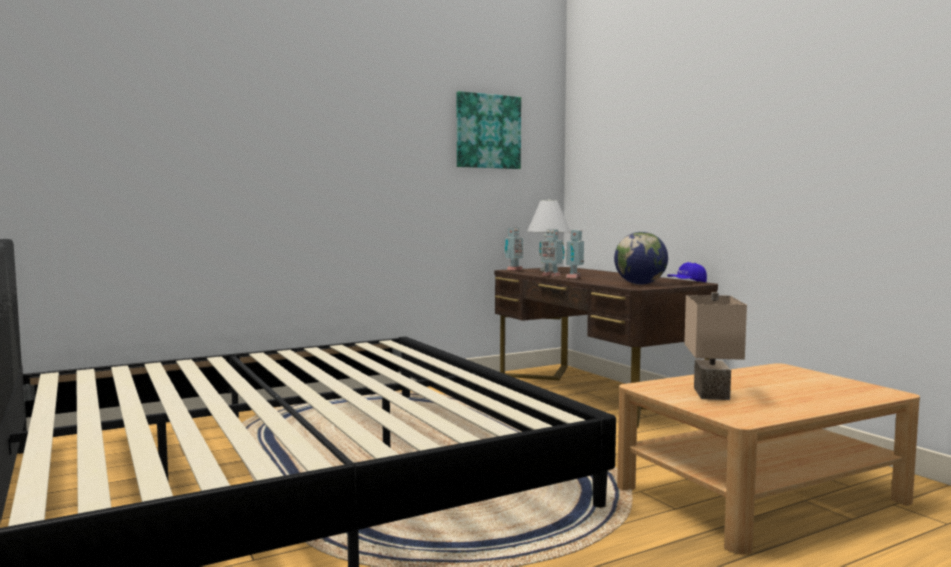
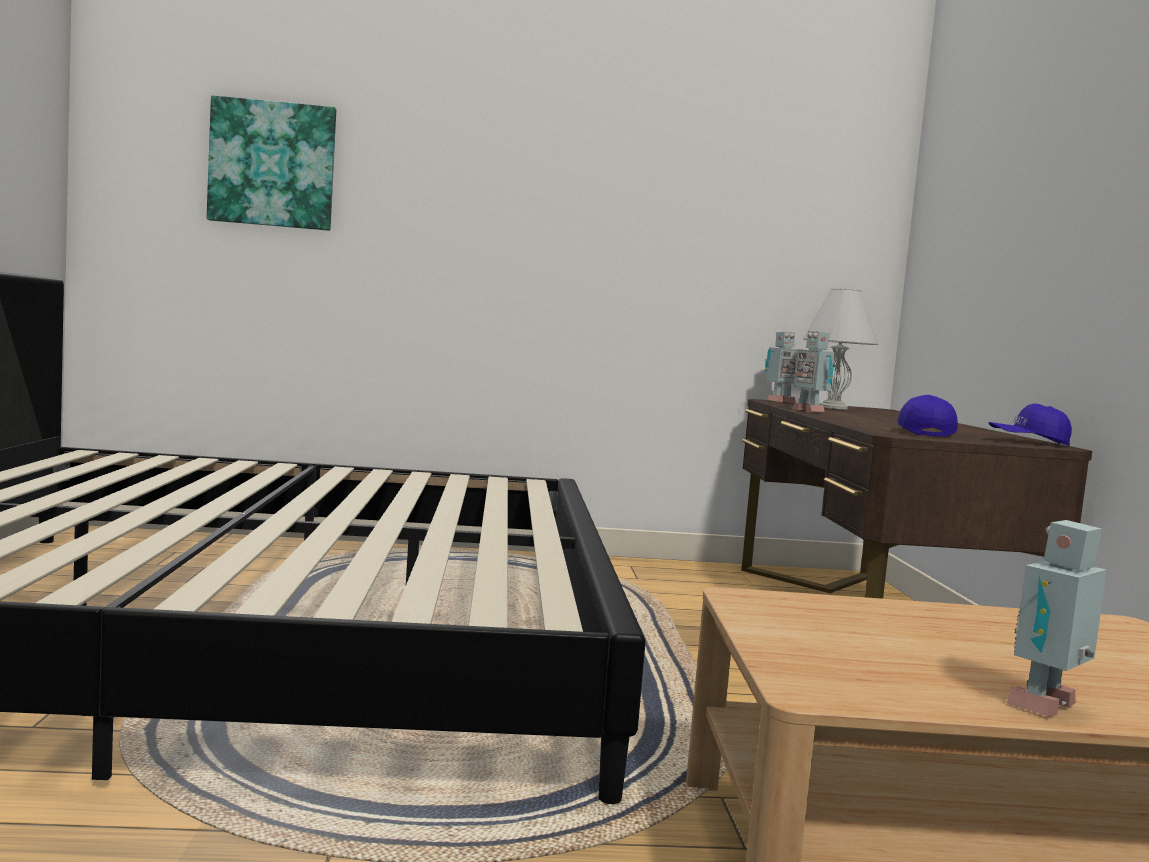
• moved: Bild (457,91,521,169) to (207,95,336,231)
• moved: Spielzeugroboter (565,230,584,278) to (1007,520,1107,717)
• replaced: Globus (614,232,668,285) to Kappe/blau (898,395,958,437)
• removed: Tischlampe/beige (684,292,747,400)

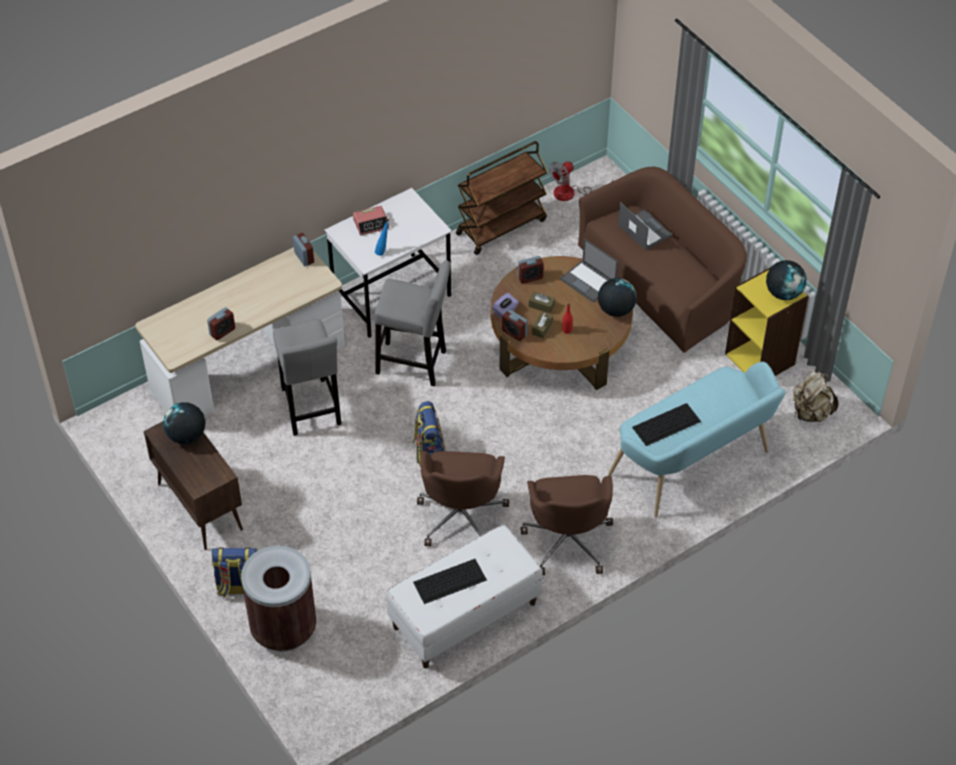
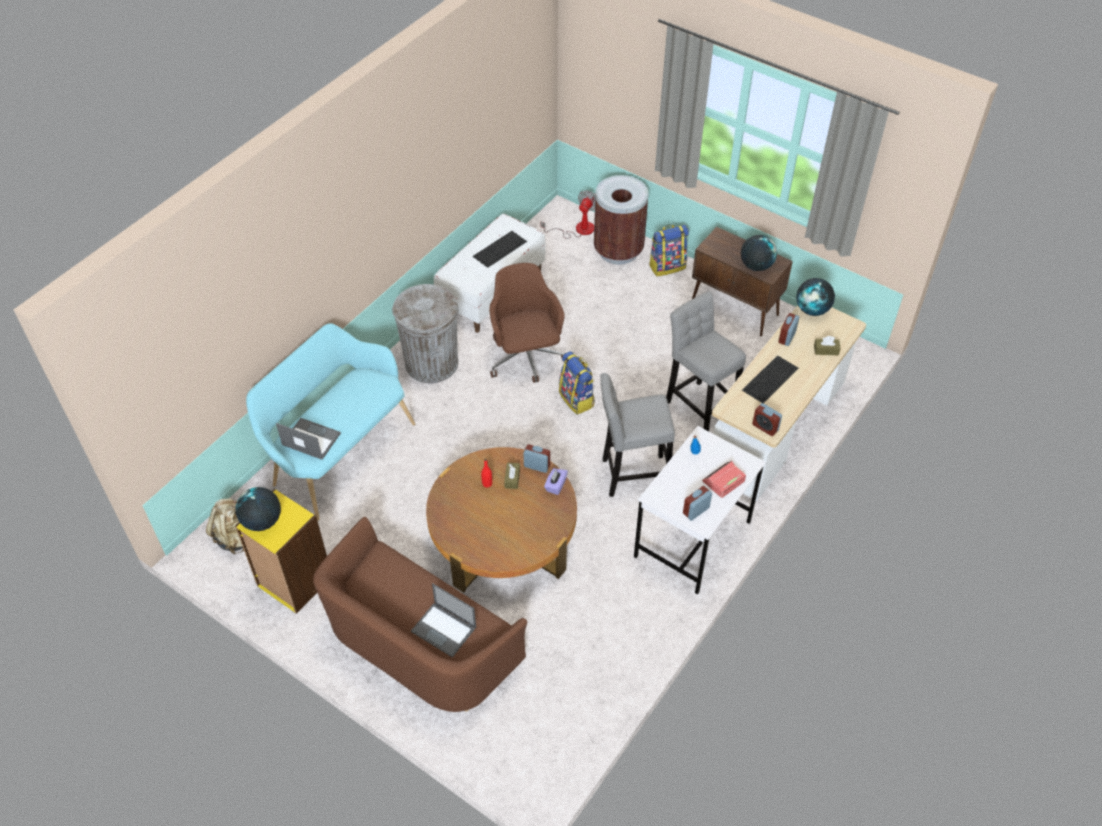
• removed: Rollwagen/braun (456,141,548,255)
• moved: Ventilator (549,161,613,201) to (541,191,595,238)
• moved: Laptop (560,239,618,302) to (276,418,341,460)
• moved: Wecker (518,256,544,284) to (683,486,712,521)
• moved: Globus (598,278,637,317) to (796,278,835,316)
• moved: Taschentuchbox/braun (529,292,555,313) to (814,336,841,355)
• moved: Tastatur (632,403,701,446) to (742,355,798,403)
• replaced: Bürostuhl/braun (521,475,613,575) to Mülleimer/grau (392,284,458,383)

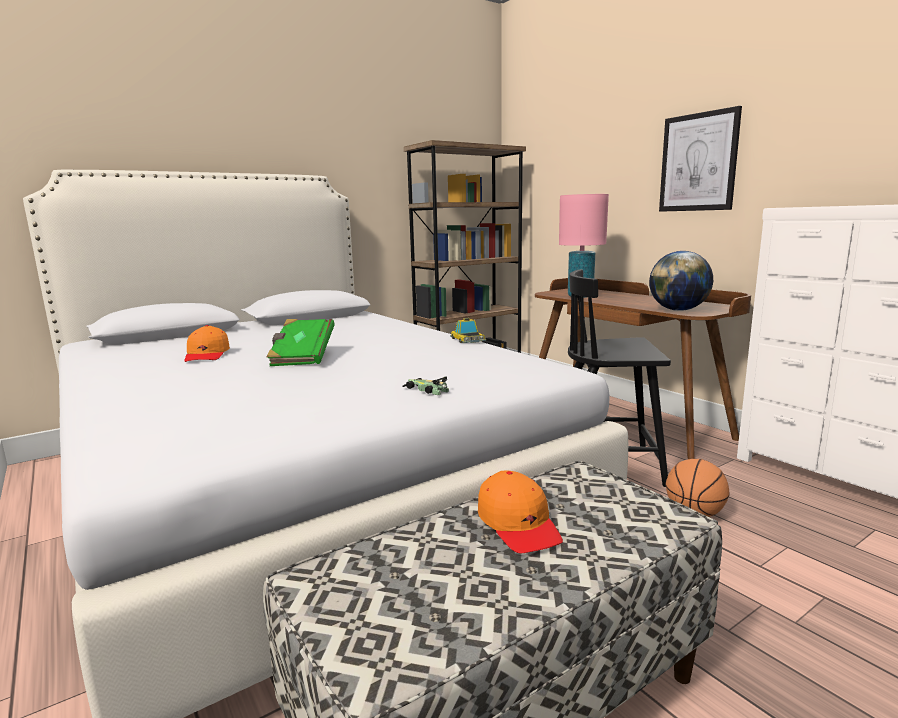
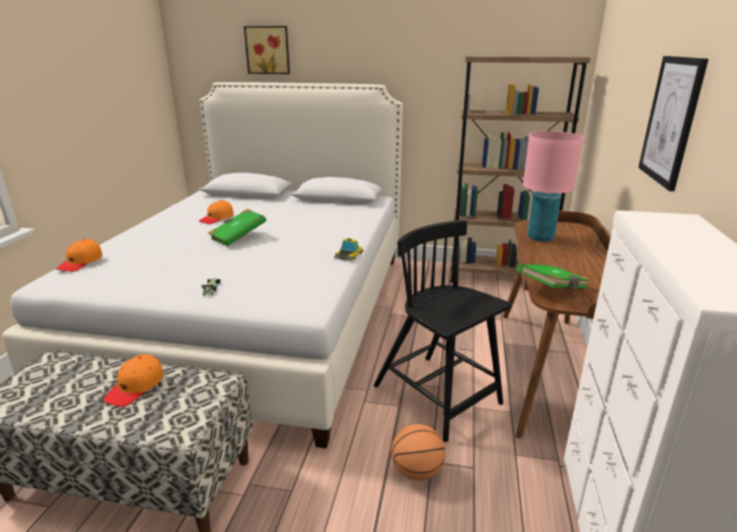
• replaced: Globus (649,251,713,311) to Buch/grün (517,264,591,290)
• added: Bild (244,26,290,74)
• added: Kappe/orange (56,239,103,272)

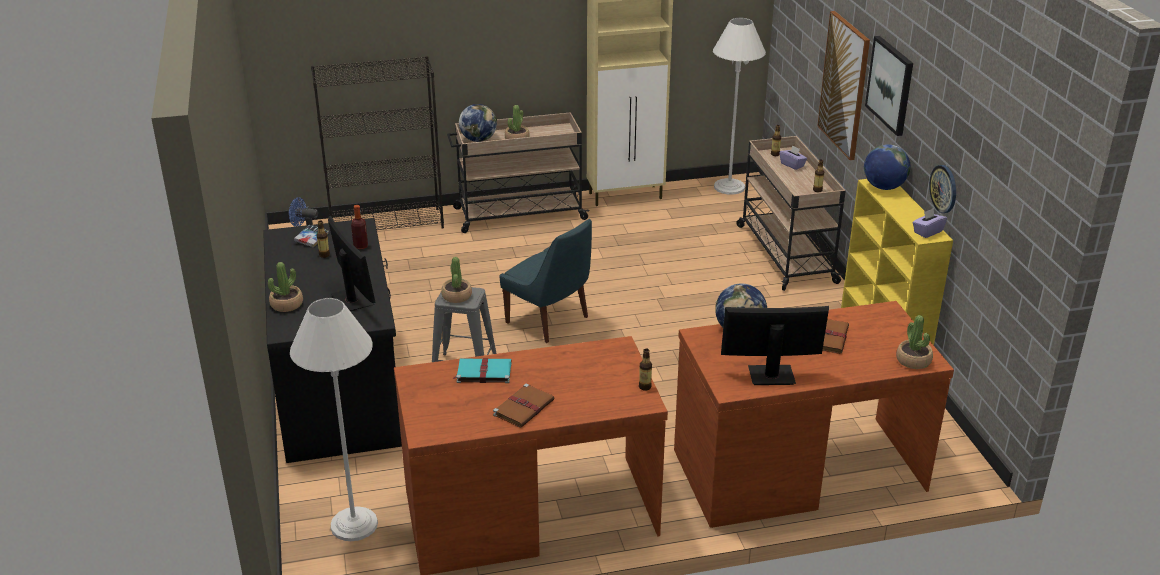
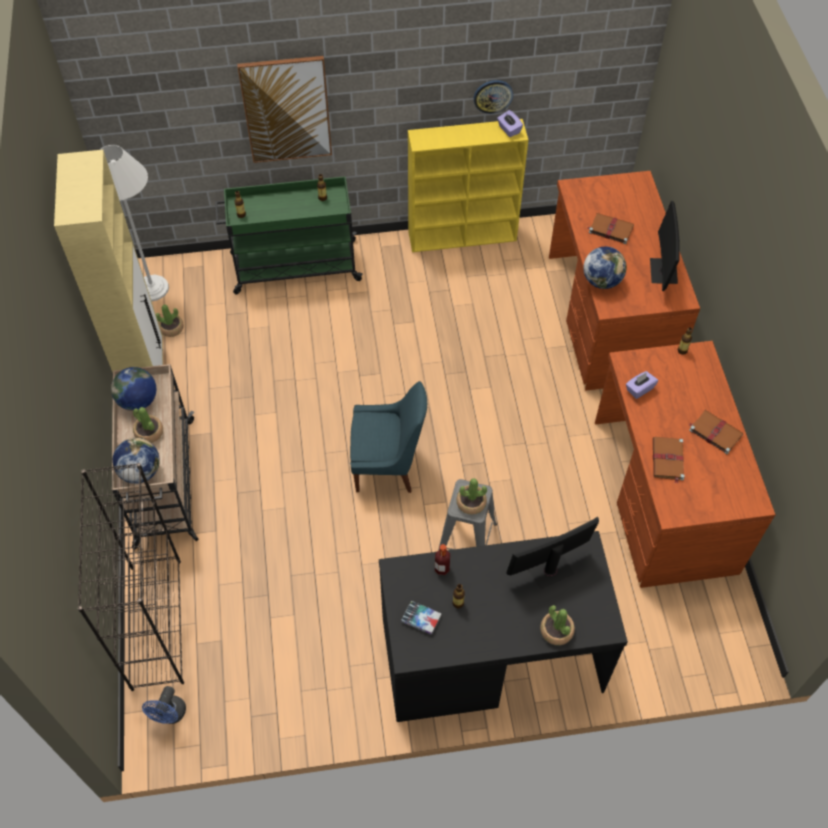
• removed: Bild (865,36,913,136)
• recoloured: Rollwagen/beige (736,136,846,291) to Rollwagen/grün (215,176,363,294)
• moved: Globus (864,144,910,190) to (111,367,156,411)
• moved: Taschentuchbox/lila (779,145,807,170) to (626,371,658,399)
• turned: Stuhl/blau (499,219,592,343) = (350,381,427,493) 45 degrees clockwise
• removed: Stehlampe/weiß (290,298,378,541)
• moved: Topfpflanze (896,315,933,369) to (156,305,184,337)
• recoloured: Buch/türkis (453,358,511,383) to Buch/braun (653,437,684,483)

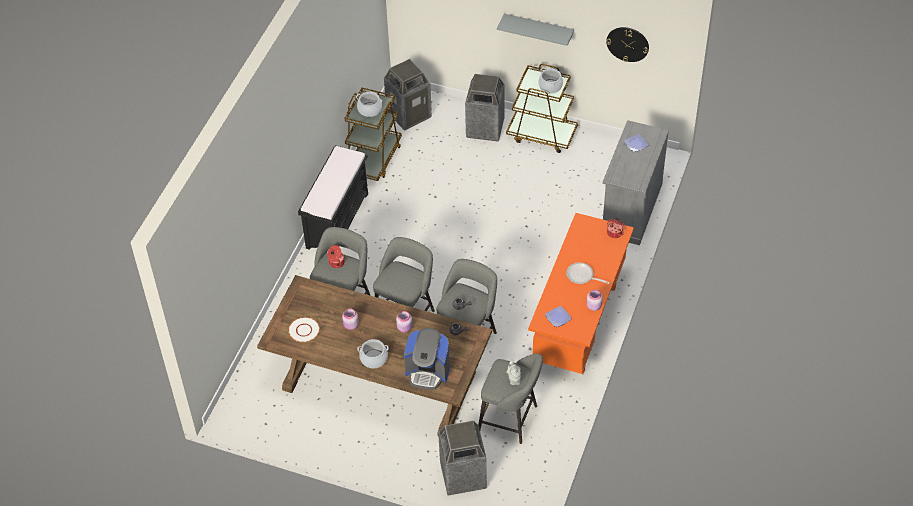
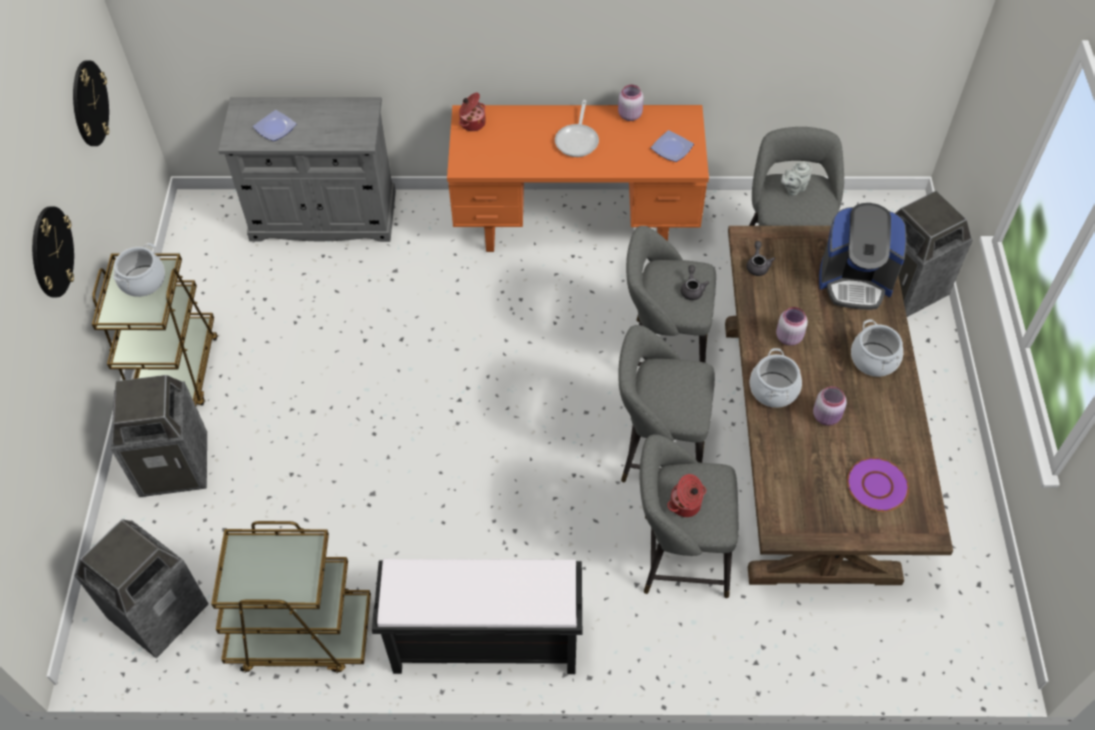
• replaced: Wandregal/grau (497,13,574,46) to Wanduhr (32,206,74,297)
• moved: Kochtopf (356,92,382,117) to (750,348,802,408)
• recoloured: Teller/weiß (288,317,320,342) to Teller/lila (847,458,909,512)
• turned: Kaffeemaschine (404,328,450,390) = (819,203,906,310) 105 degrees clockwise

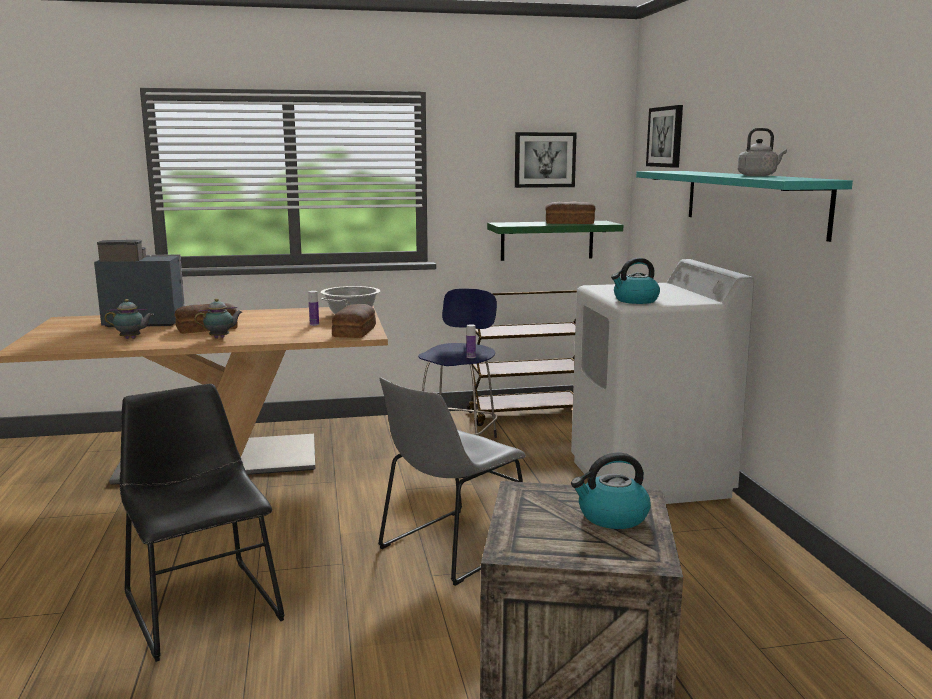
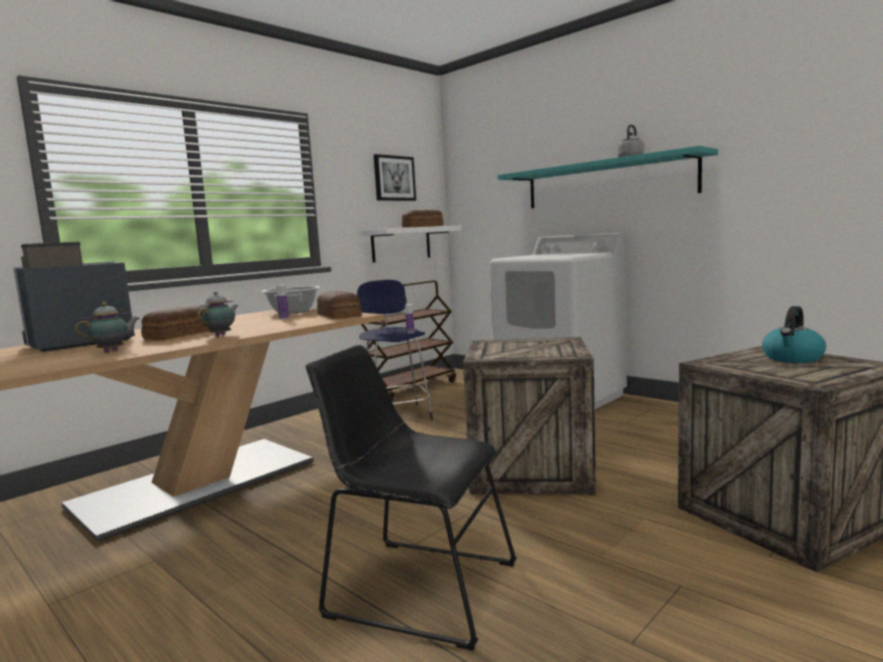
• removed: Bild (646,105,683,168)
• recoloured: Wandregal/grün (487,221,623,261) to Wandregal/weiß (361,226,462,262)
• removed: Wasserkessel (611,258,660,304)
• replaced: Stuhl/grau (378,377,526,586) to Kiste (463,337,596,495)

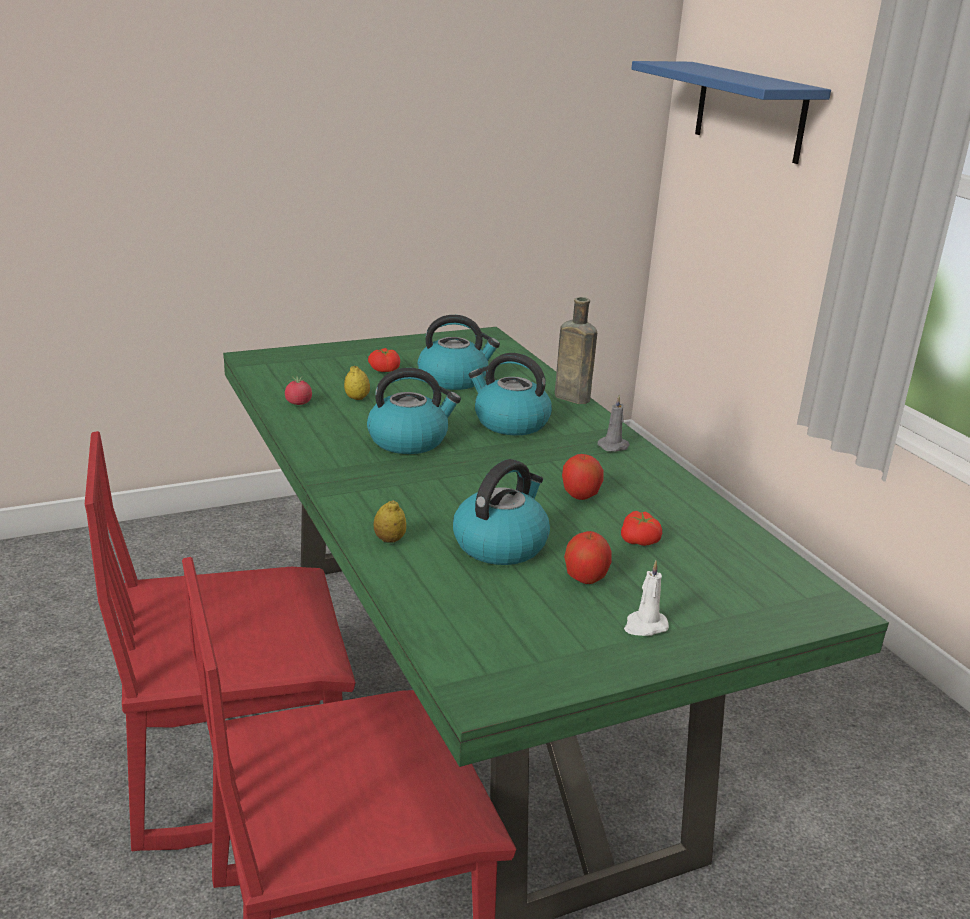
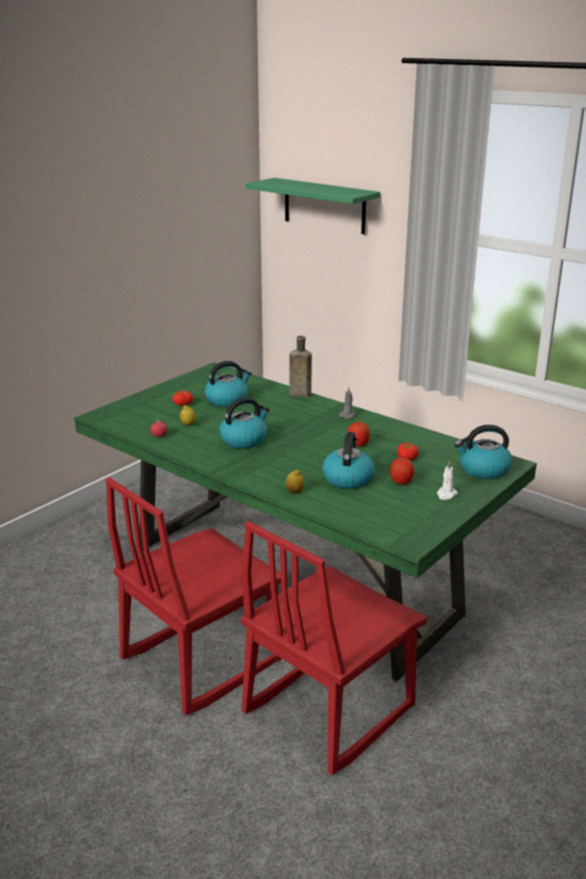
• recoloured: Wandregal/blau (631,61,831,164) to Wandregal/grün (245,178,380,234)
• moved: Wasserkessel (469,353,552,435) to (454,425,512,479)

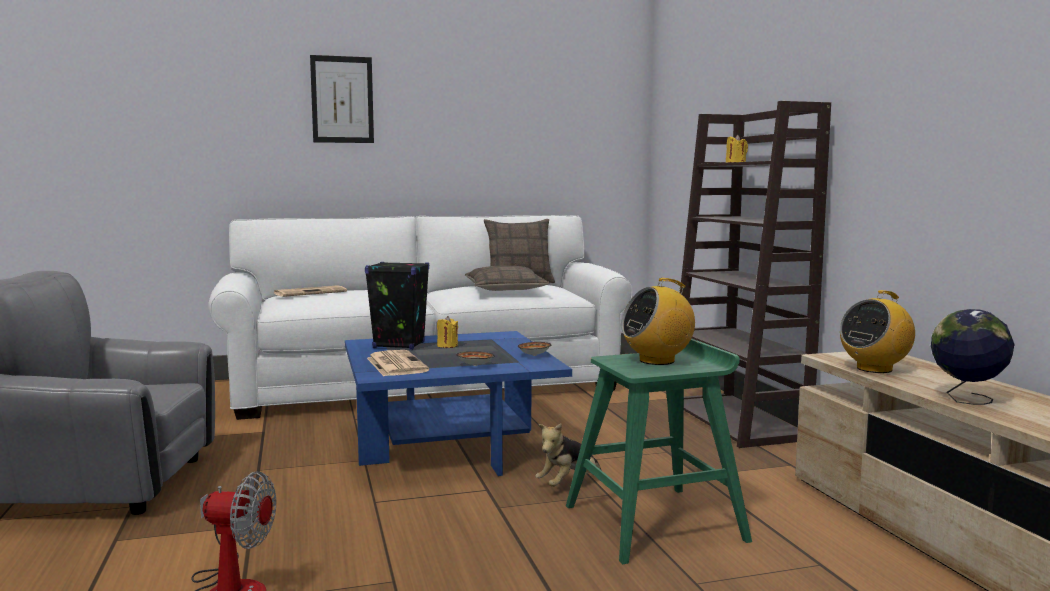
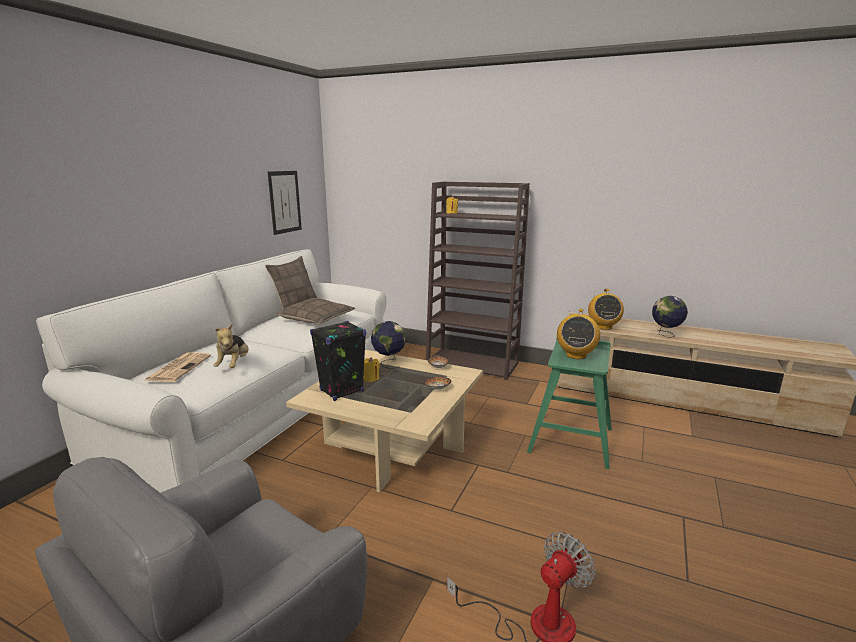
• moved: Bild (310,55,374,143) to (268,171,302,235)
• recoloured: Couchtisch/blau (345,331,572,476) to Couchtisch/beige (286,350,483,493)
• removed: Zeitung (367,350,429,376)
• moved: Plüschtier (535,423,601,487) to (213,324,249,368)
• added: Globus (371,321,406,368)

